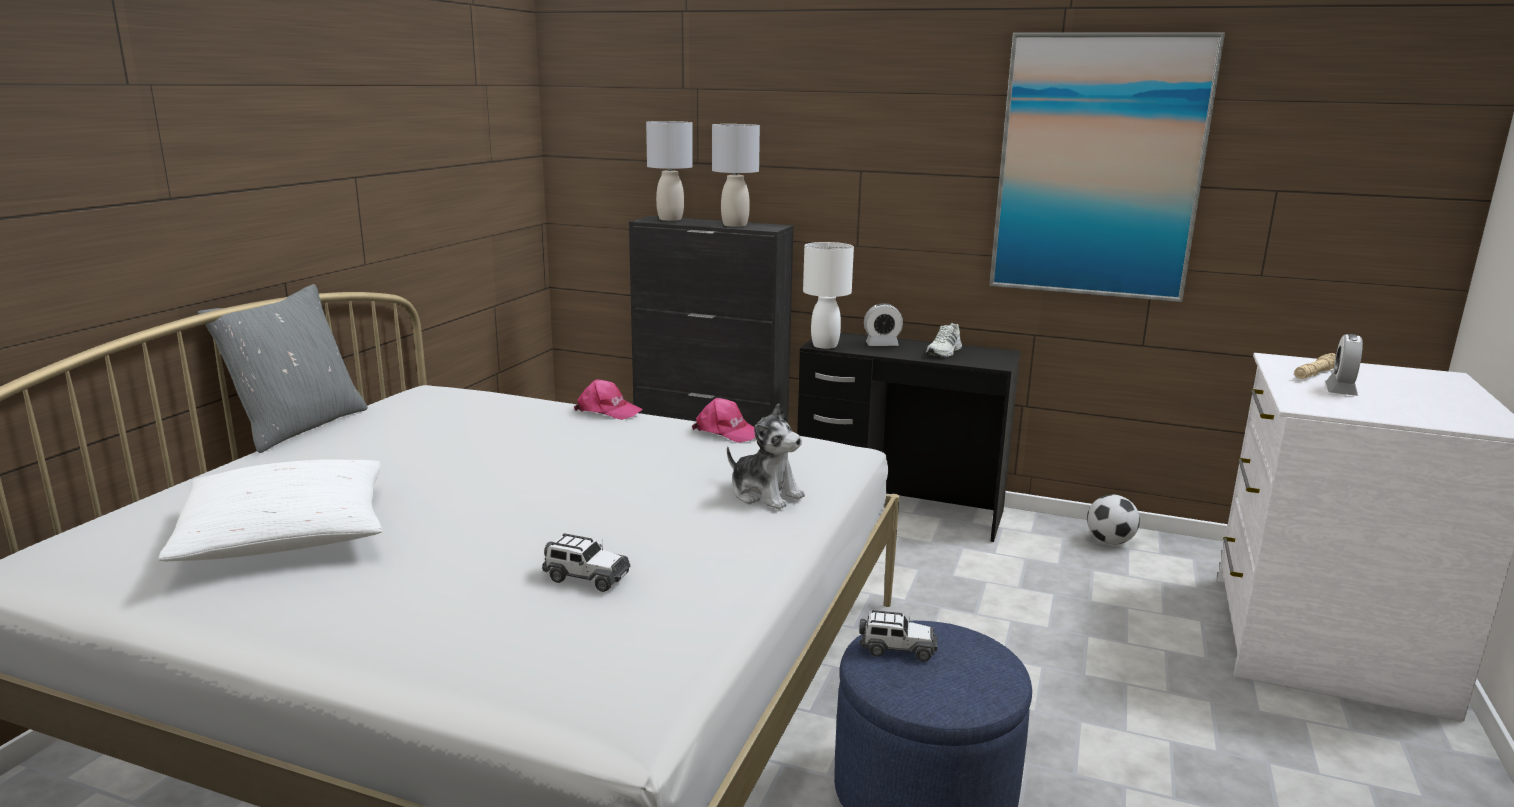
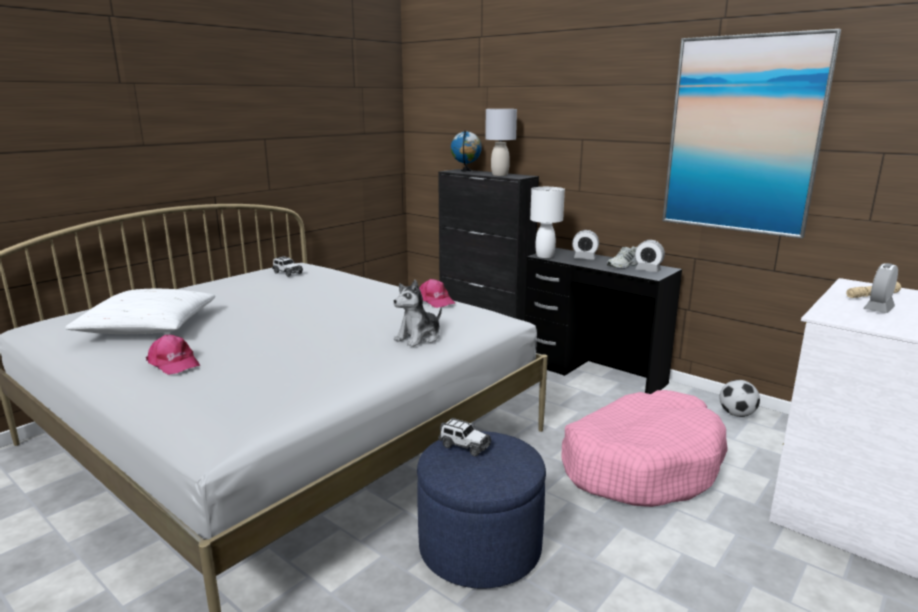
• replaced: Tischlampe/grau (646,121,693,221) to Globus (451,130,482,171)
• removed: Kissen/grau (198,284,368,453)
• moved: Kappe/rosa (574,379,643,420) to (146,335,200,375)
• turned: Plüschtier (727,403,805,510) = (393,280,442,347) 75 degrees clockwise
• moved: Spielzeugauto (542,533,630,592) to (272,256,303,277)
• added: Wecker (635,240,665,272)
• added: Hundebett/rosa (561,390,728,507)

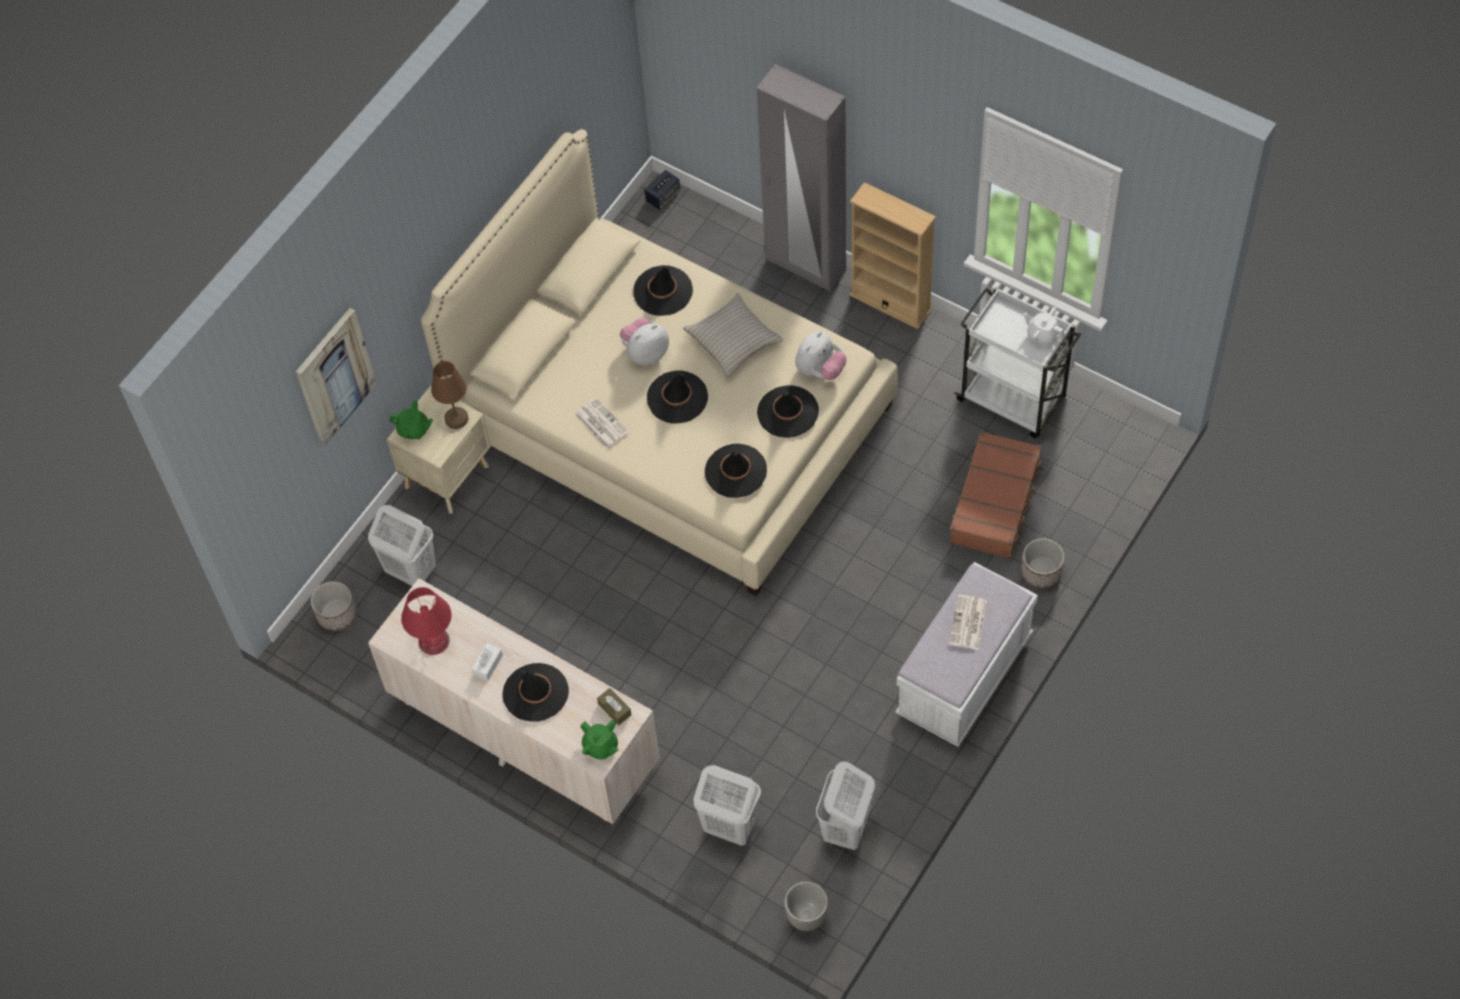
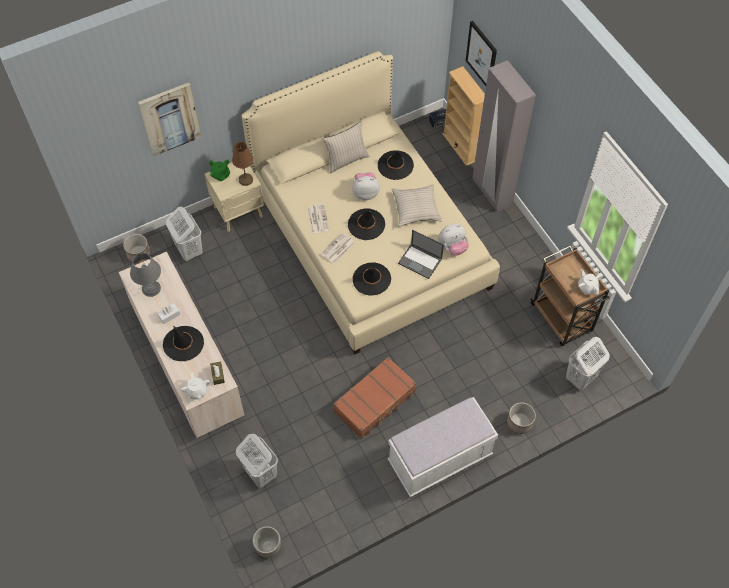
• moved: Bücherregal/beige (850,182,936,329) to (443,66,485,166)
• recoloured: Rollwagen/weiß (954,287,1081,438) to Rollwagen/braun (530,245,610,346)
• replaced: Hut/schwarz (757,385,819,438) to Laptop (398,230,444,279)
• moved: Koffer/braun (949,431,1043,559) to (333,357,416,439)
• recoloured: Tischlampe/rot (401,587,452,655) to Tischlampe/grau (130,253,161,297)
• moved: Zeitung (949,595,987,650) to (321,233,355,264)
• recoloured: Teekanne/grün (581,720,619,760) to Teekanne/weiß (181,373,210,399)
• moved: Wäschekorb/weiß (816,761,875,851) to (566,337,610,390)
• added: Bild (466,21,497,86)
• added: Kissen/beige (323,121,369,173)

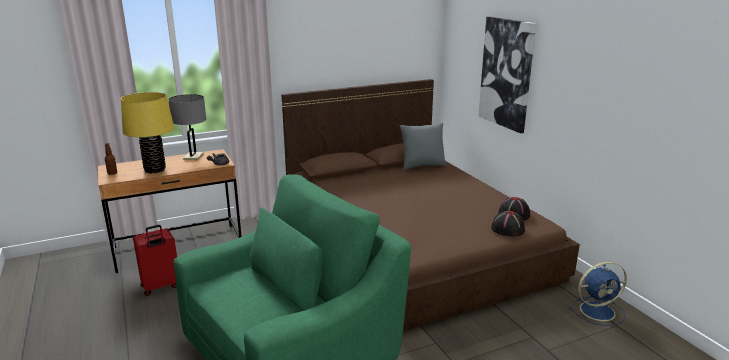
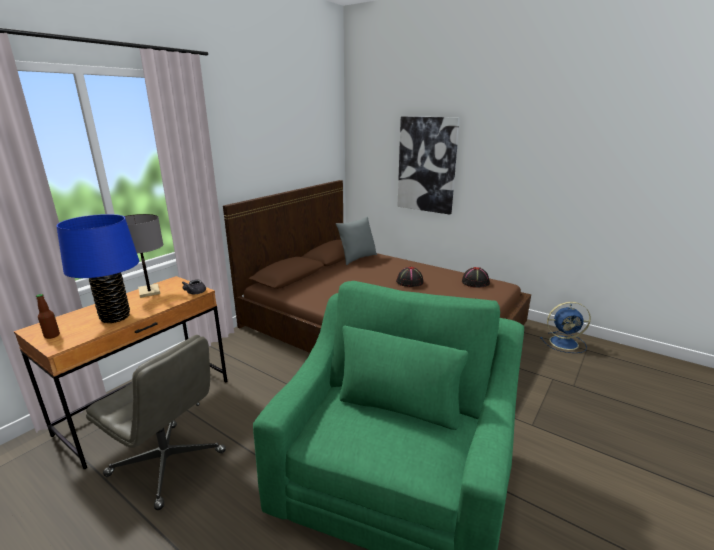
• recoloured: Tischlampe/gelb (121,92,174,173) to Tischlampe/blau (56,214,139,323)
• moved: Hut/schwarz (491,211,525,237) to (396,267,423,287)
• replaced: Koffer/rot (133,225,177,296) to Bürostuhl/grau (86,335,226,510)
• turned: Ventilator/blau (569,261,627,326) = (540,302,591,353) 45 degrees clockwise

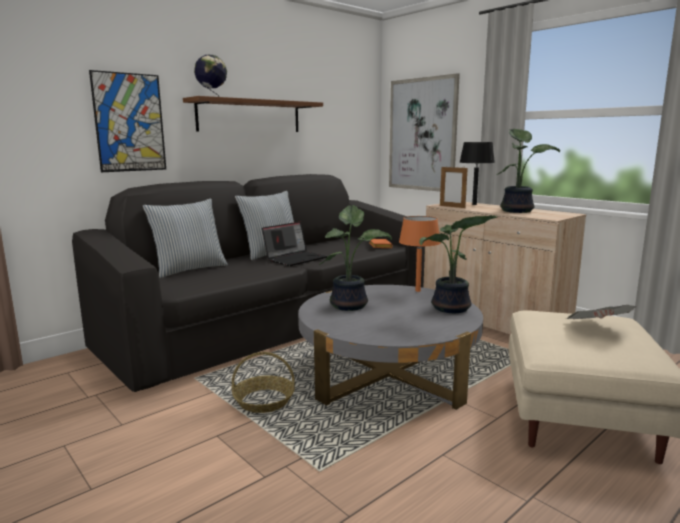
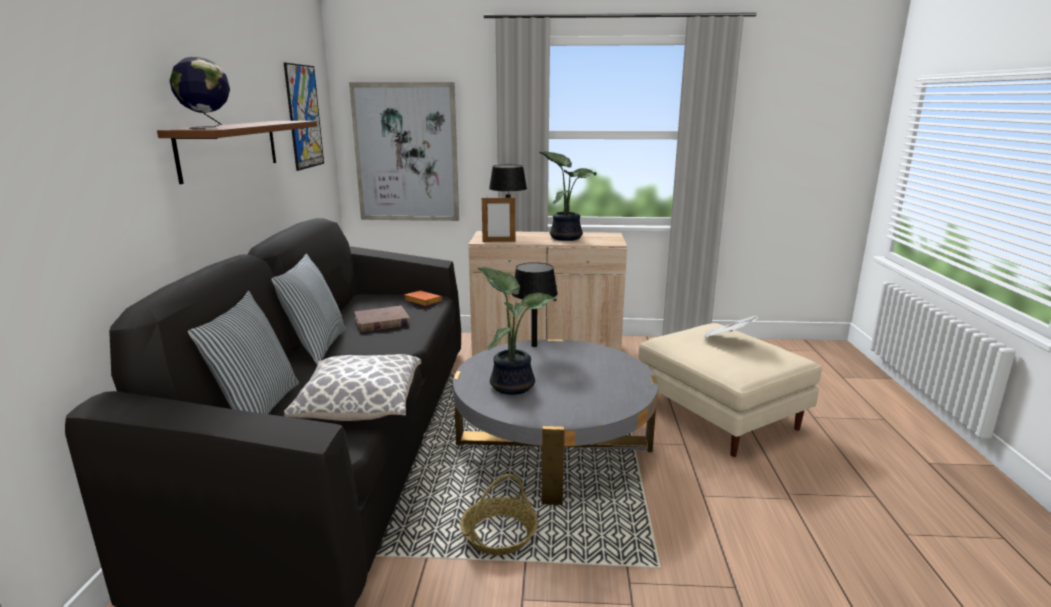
• moved: Bild (89,70,166,172) to (284,63,324,171)
• recoloured: Tischlampe/orange (399,216,441,292) to Tischlampe/schwarz (511,262,558,347)
• removed: Topfpflanze (419,216,497,313)
• removed: Laptop (262,222,327,266)
• added: Buch/braun (354,306,410,332)
• added: Kissen (284,354,421,421)

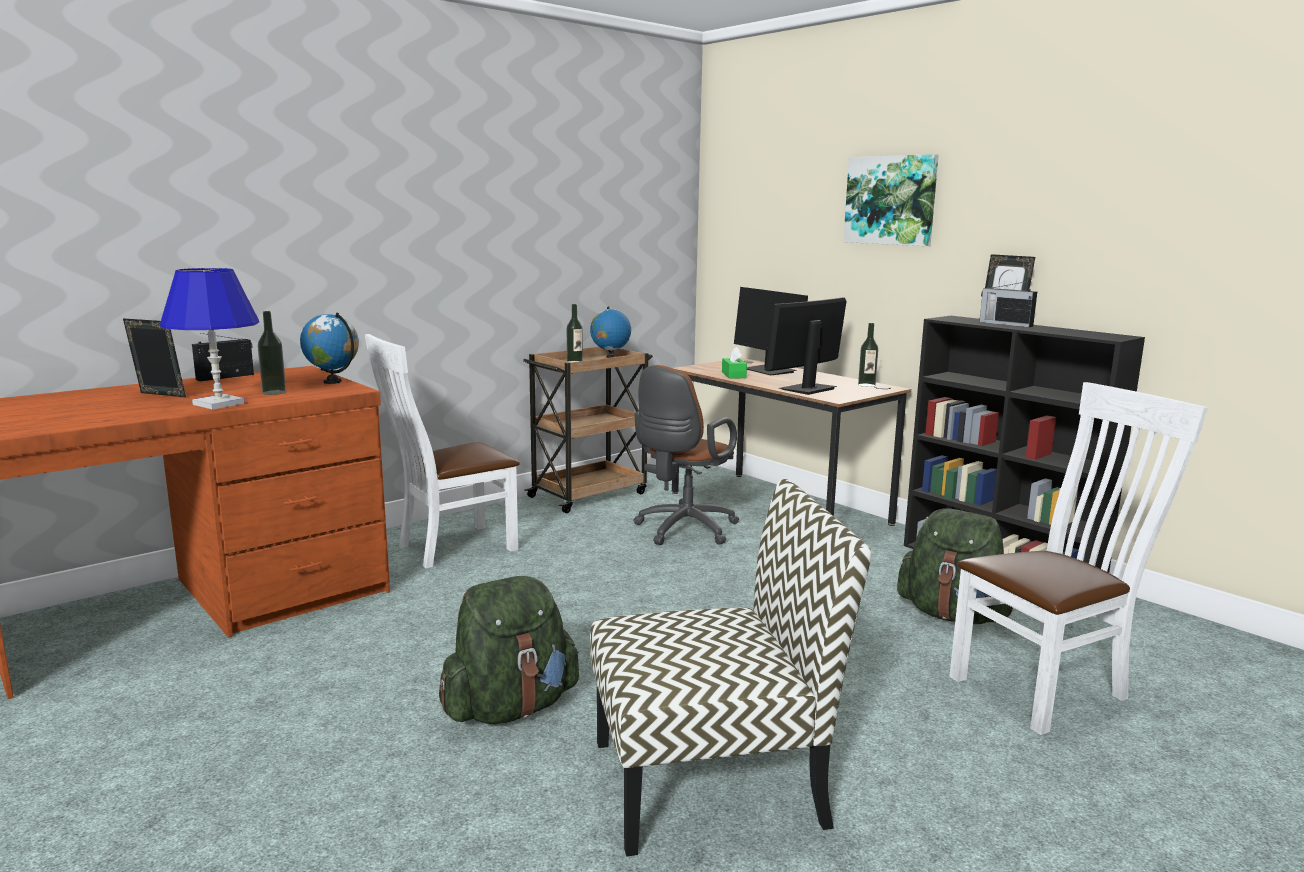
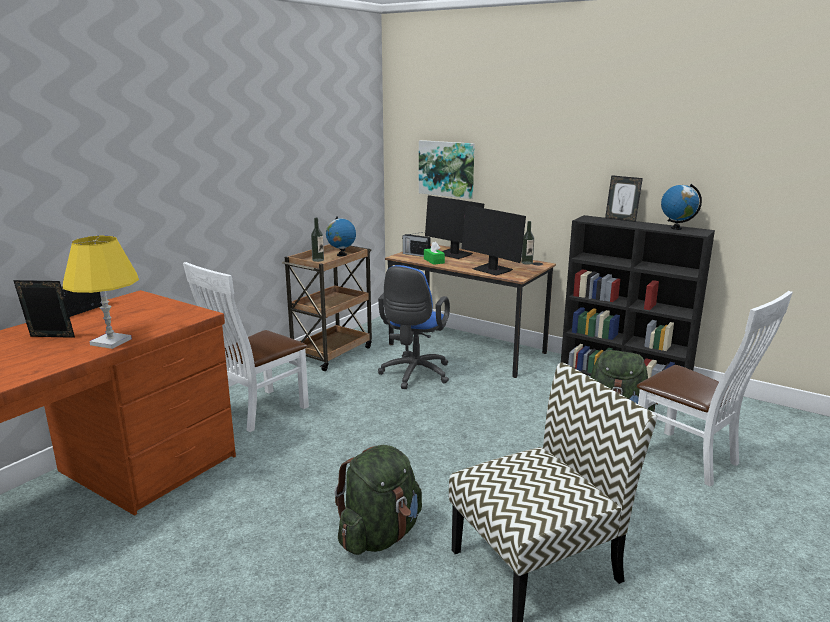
• moved: Bild (843,154,939,246) to (419,140,475,199)
• recoloured: Tischlampe/blau (160,268,259,409) to Tischlampe/gelb (63,236,139,349)
• moved: Radio (980,281,1037,327) to (402,232,431,257)
• turned: Monitor (765,297,847,395) = (461,205,526,276) 75 degrees counterclockwise
• removed: Flasche (258,311,286,395)
• moved: Globus (300,313,359,384) to (661,184,702,230)
• recoloured: Bürostuhl/braun (633,365,739,545) to Bürostuhl/blau (378,265,450,389)
• turned: Stuhl/weiß (949,382,1208,735) = (637,291,793,487) 90 degrees clockwise

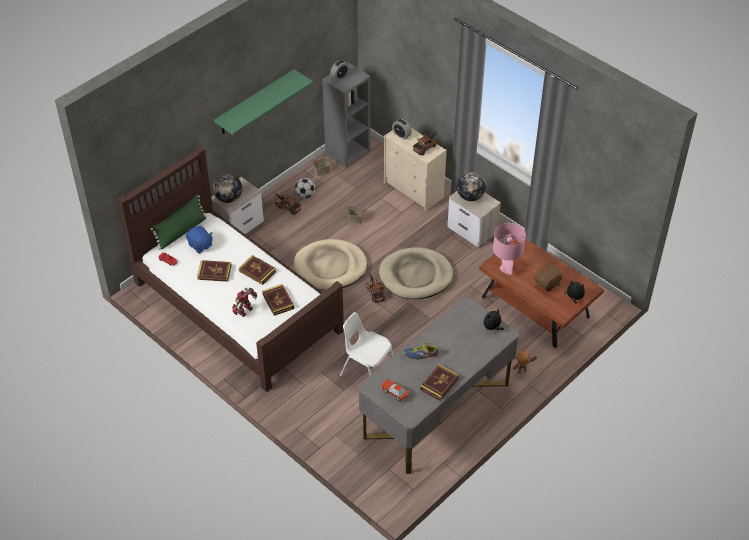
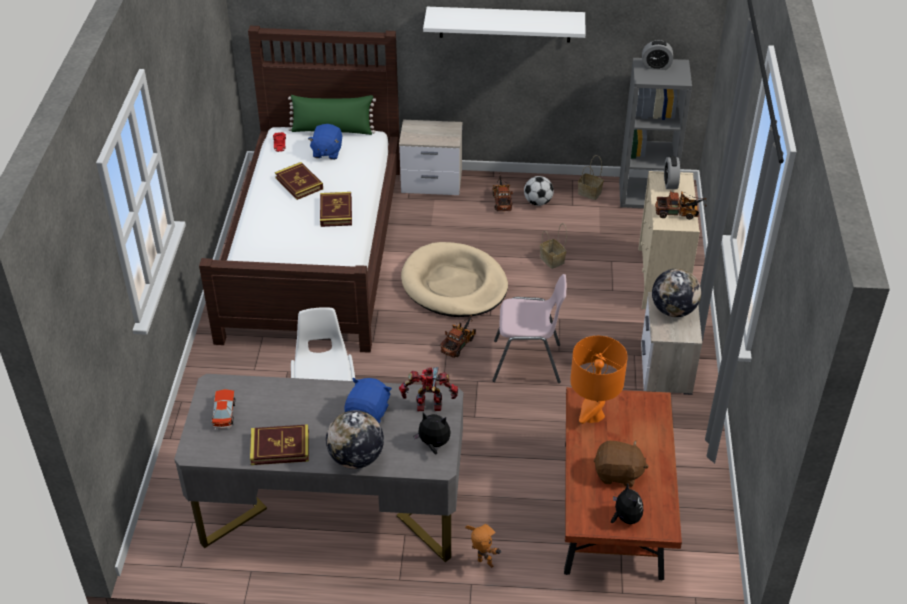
• recoloured: Wandregal/grün (214,69,313,135) to Wandregal/weiß (423,7,585,43)
• moved: Globus (213,174,242,203) to (326,410,384,469)
• recoloured: Tischlampe/rosa (493,223,526,275) to Tischlampe/orange (570,336,628,424)
• replaced: Hundebett/beige (379,247,453,299) to Stuhl/rosa (492,274,566,383)
• removed: Buch (262,284,294,316)
• moved: Spielzeugroboter (232,288,257,317) to (399,367,458,411)
• removed: Schuh (403,340,438,360)
• added: Plüschtier/blau (345,378,392,423)

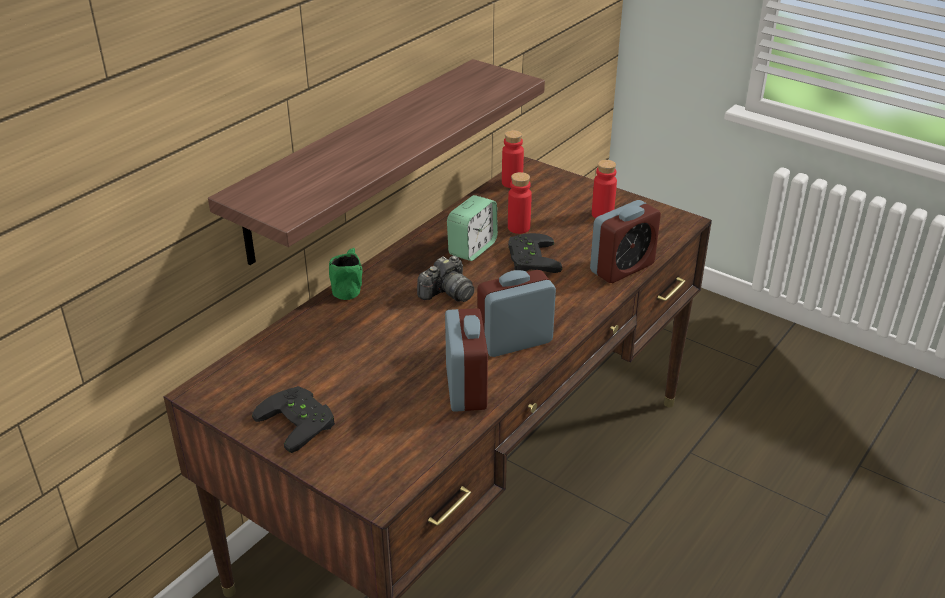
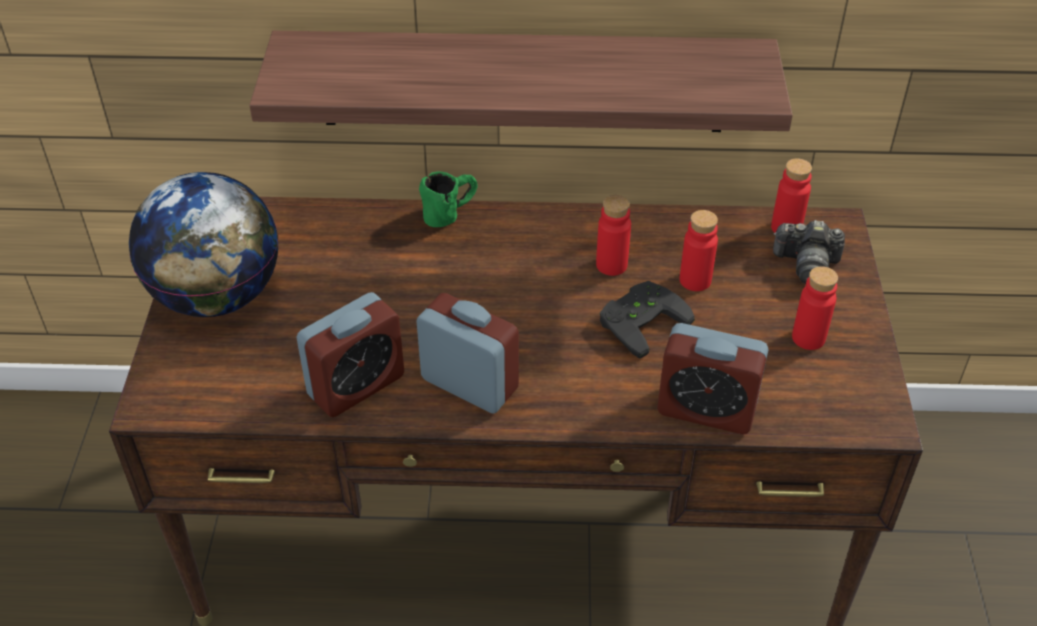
• replaced: Wecker (447,195,498,261) to Flasche/rot (596,195,631,276)
• moved: Kamera (417,256,474,302) to (773,220,845,284)
• replaced: Gamepad/schwarz (252,386,335,453) to Globus (129,172,278,317)

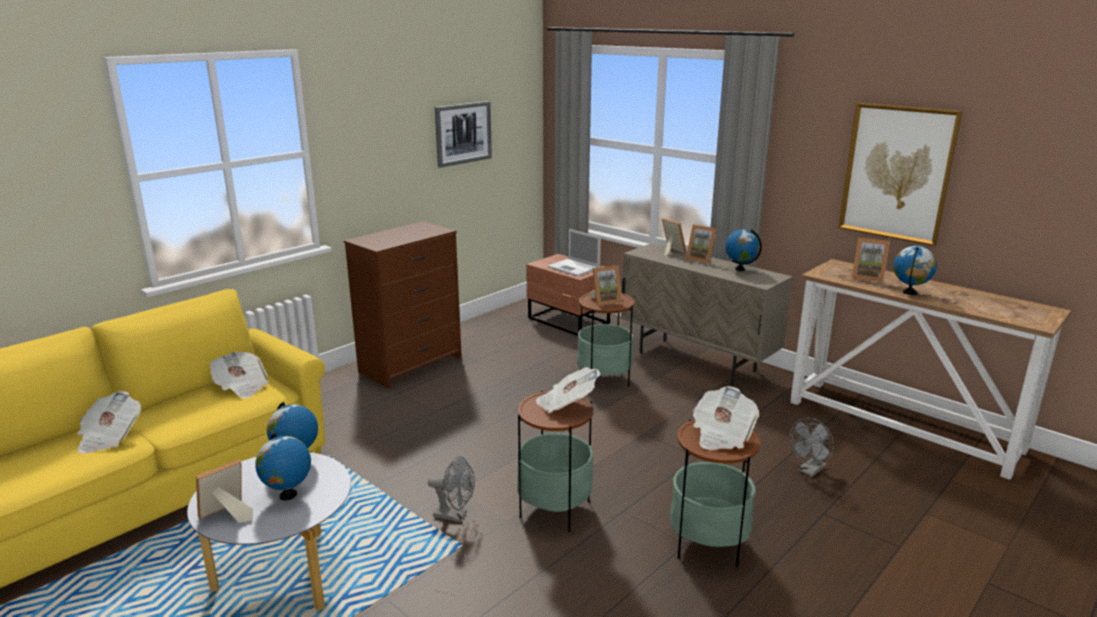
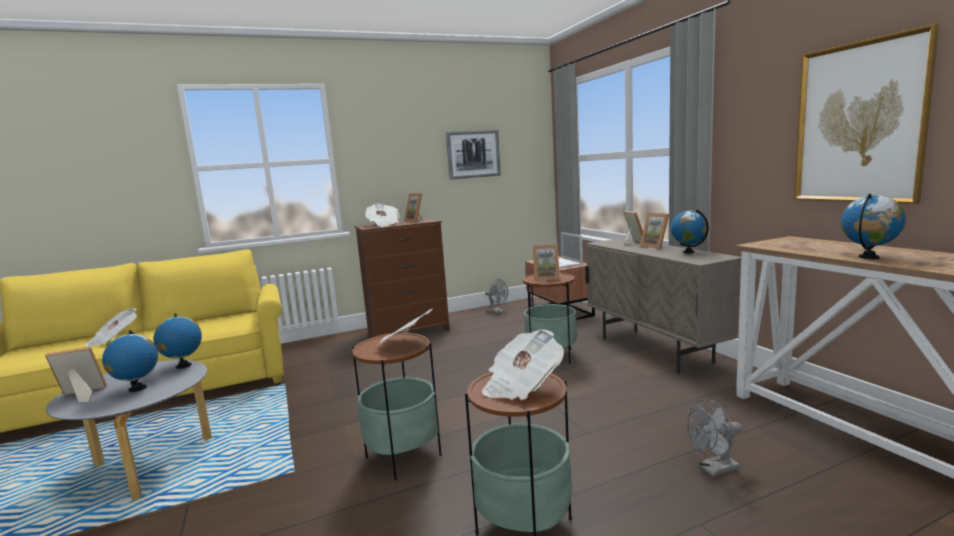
• moved: Bilderrahmen (852,237,890,282) to (404,193,423,222)
• moved: Zeitung (210,352,269,399) to (365,204,399,227)
• moved: Ventilator/grau (428,457,475,522) to (485,279,508,314)

